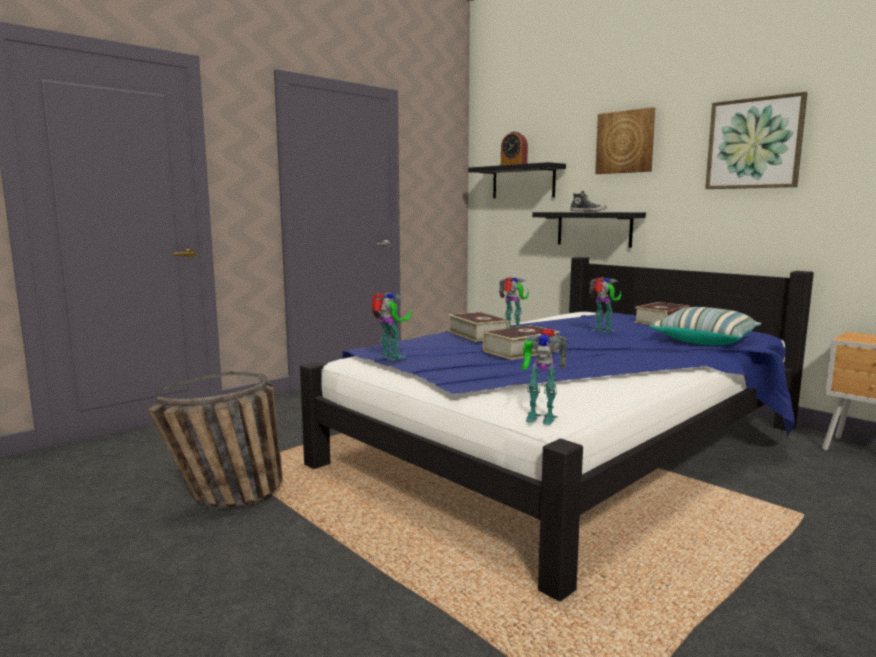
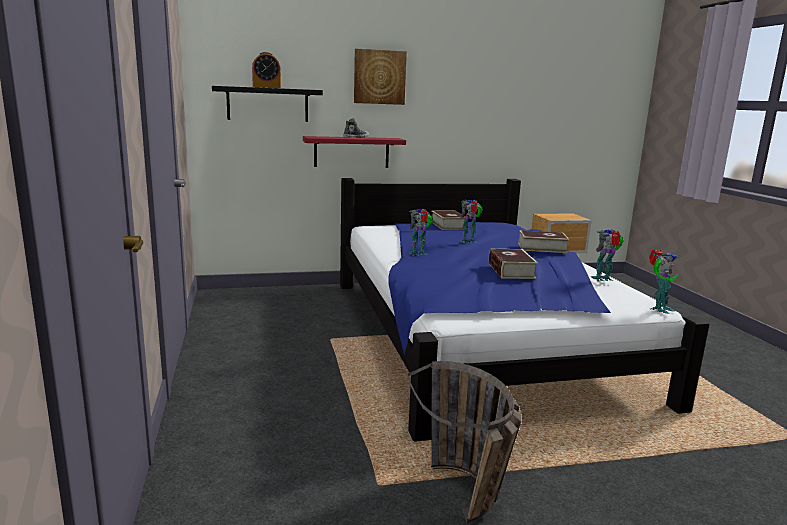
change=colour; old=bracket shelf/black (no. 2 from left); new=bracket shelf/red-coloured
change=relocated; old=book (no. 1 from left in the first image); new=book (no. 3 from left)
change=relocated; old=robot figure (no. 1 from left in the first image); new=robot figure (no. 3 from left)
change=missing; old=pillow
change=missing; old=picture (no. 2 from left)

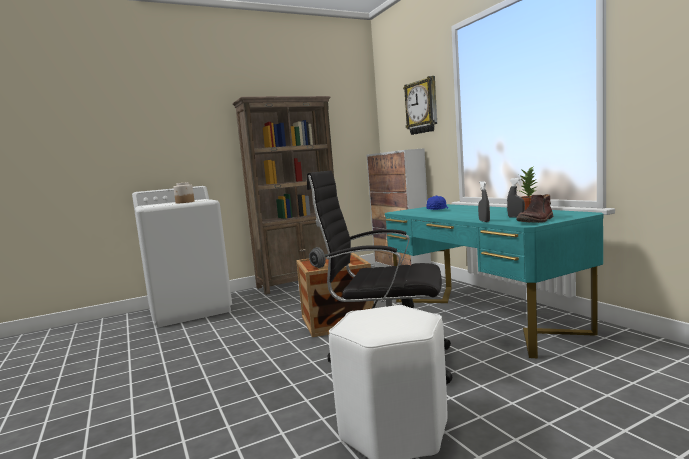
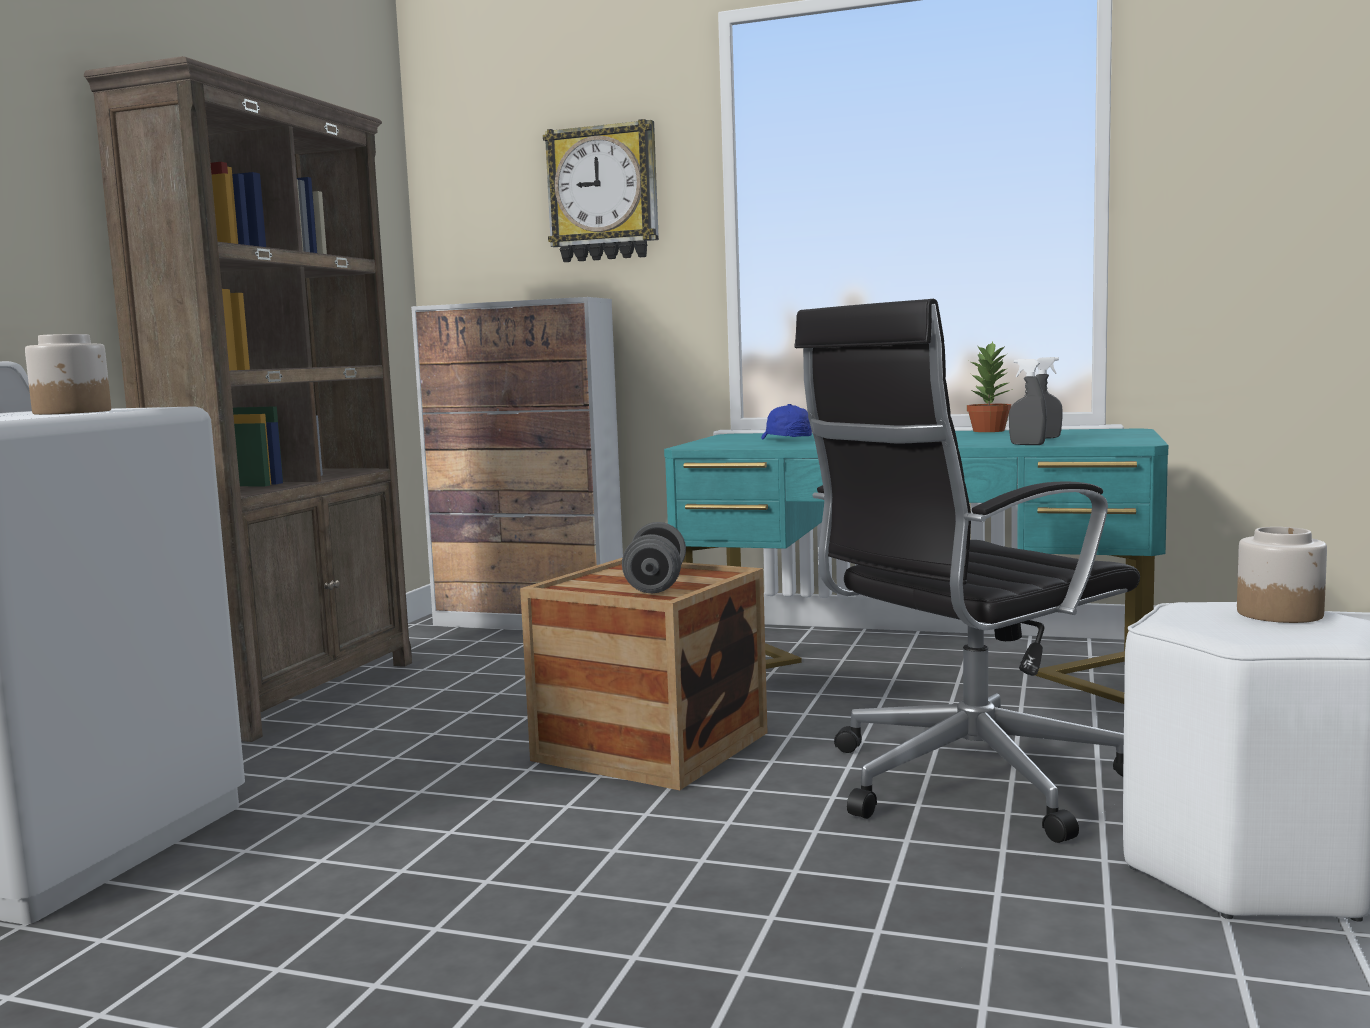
change=appeared; new=storage jar (no. 2 from left)
change=missing; old=boot/brown-coloured

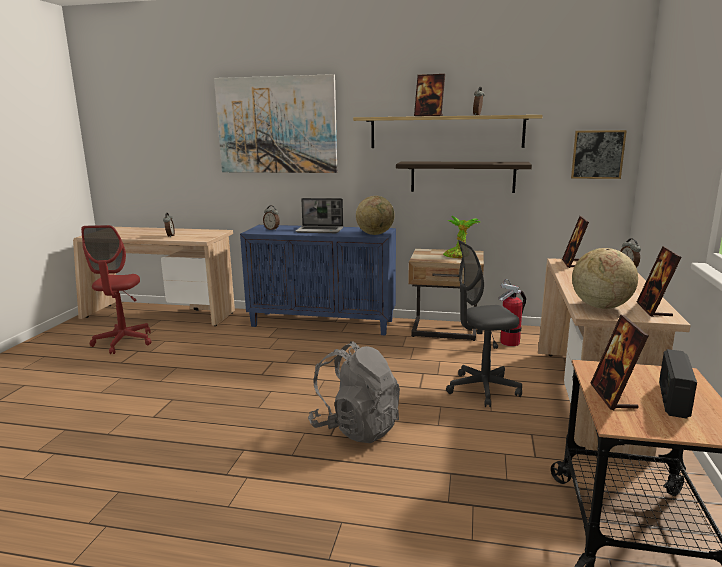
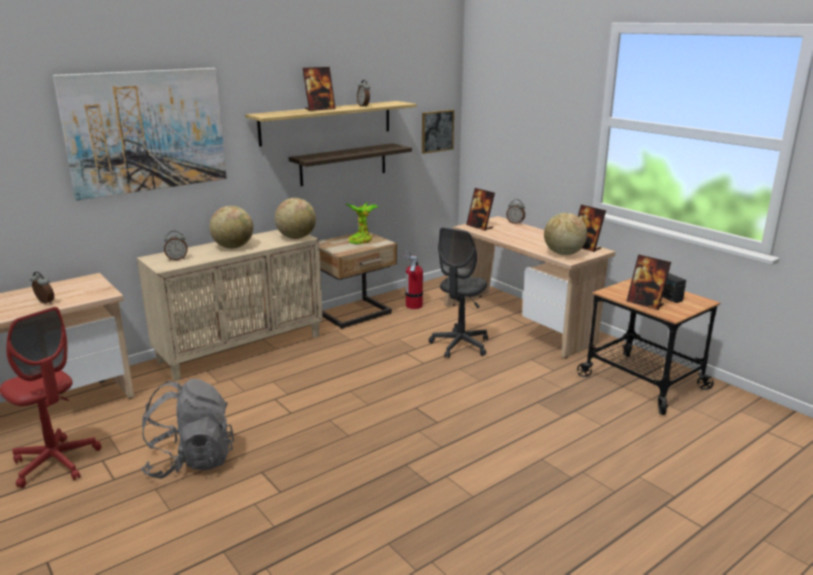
change=colour; old=storage cabinet/blue-coloured; new=storage cabinet/beige
change=relocated; old=rucksack/greyish
change=exchanged; old=portable computer; new=world globe (no. 1 from left)

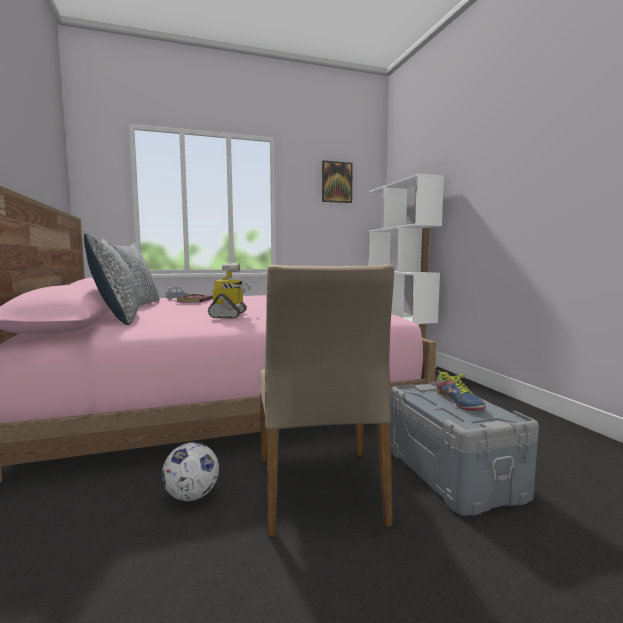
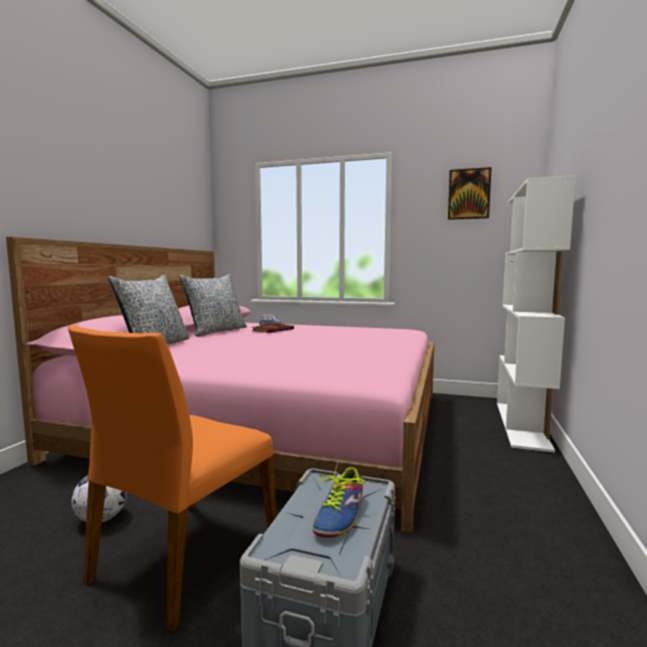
change=colour; old=upright chair/beige; new=upright chair/orange-coloured
change=missing; old=robot figure

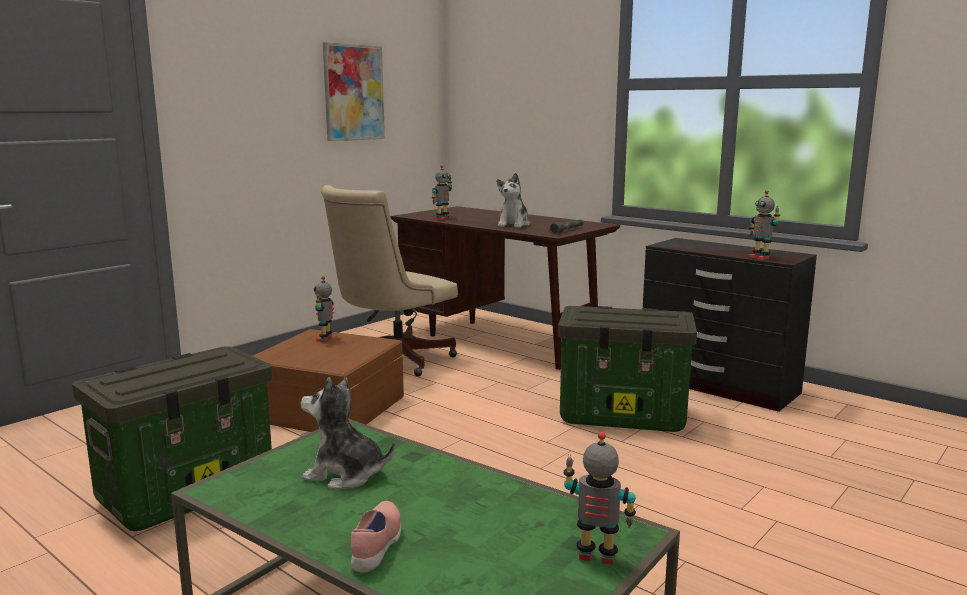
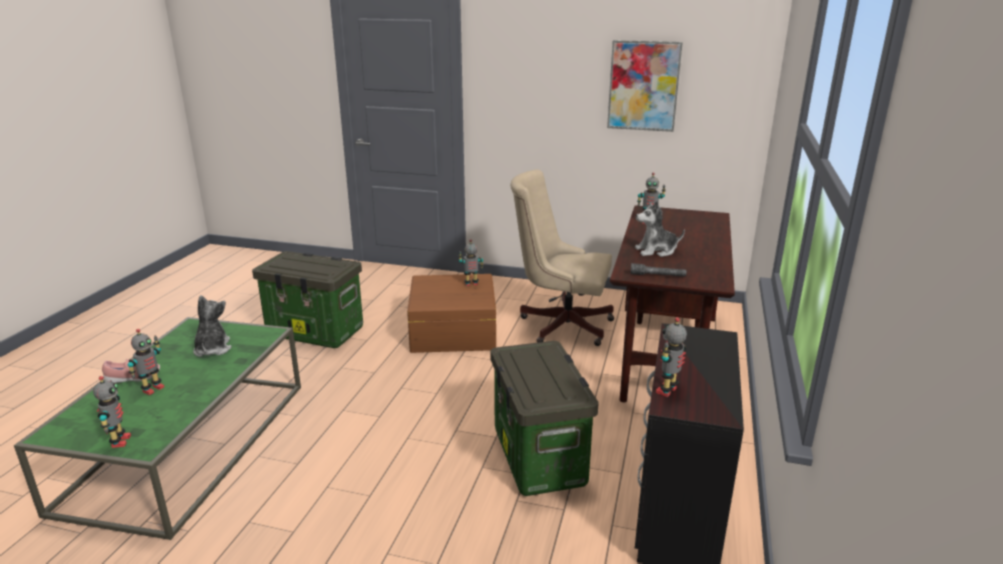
change=appeared; new=robot figure (no. 2 from left)

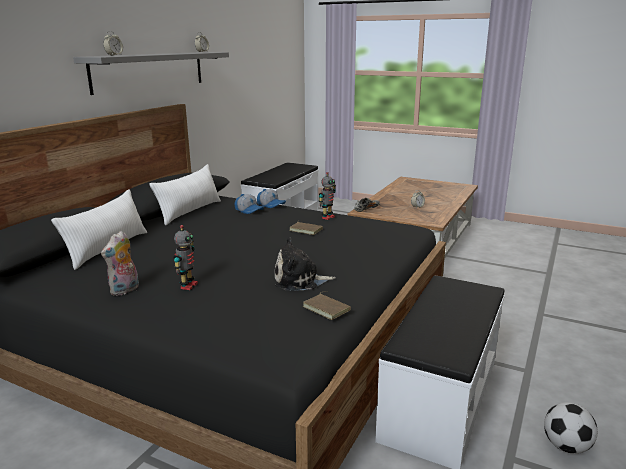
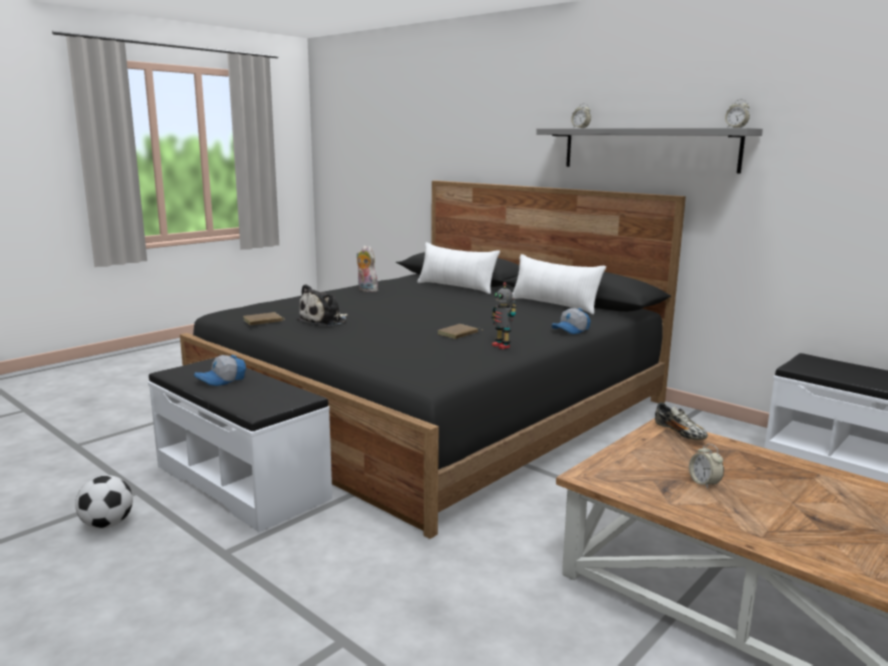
change=relocated; old=cap (no. 1 from left)
change=spun; old=plush toy (no. 2 from left in the first image); degrees=-150
change=missing; old=robot figure (no. 1 from left)

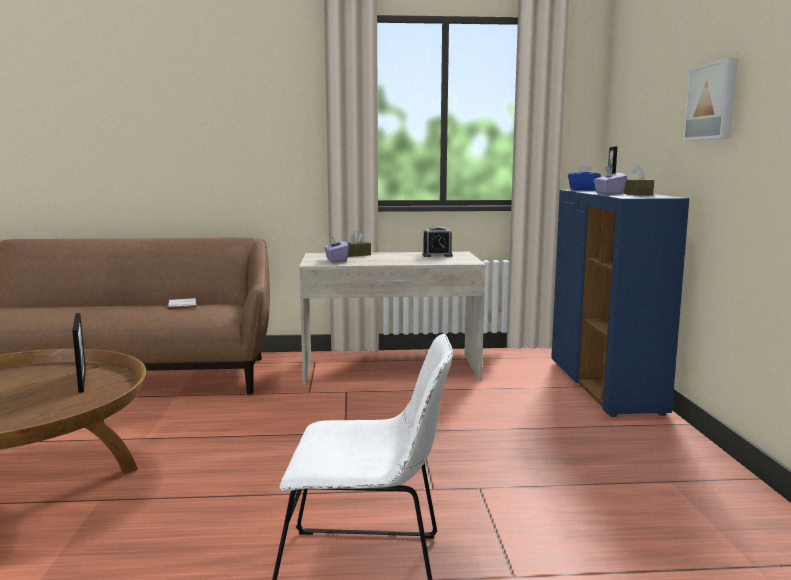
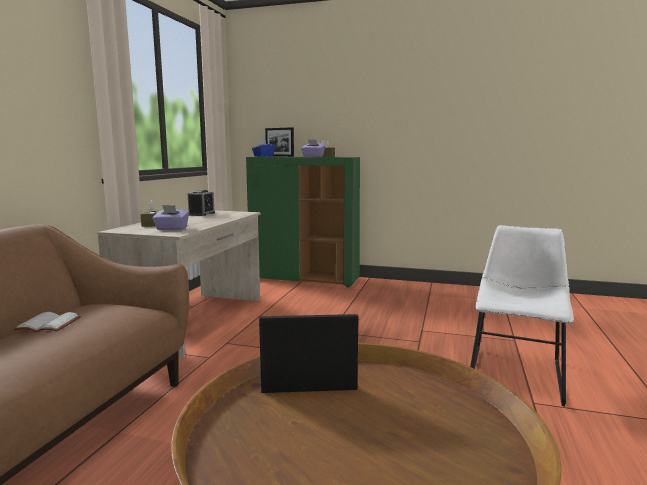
change=colour; old=storage cabinet/blue-coloured; new=storage cabinet/green
change=missing; old=picture

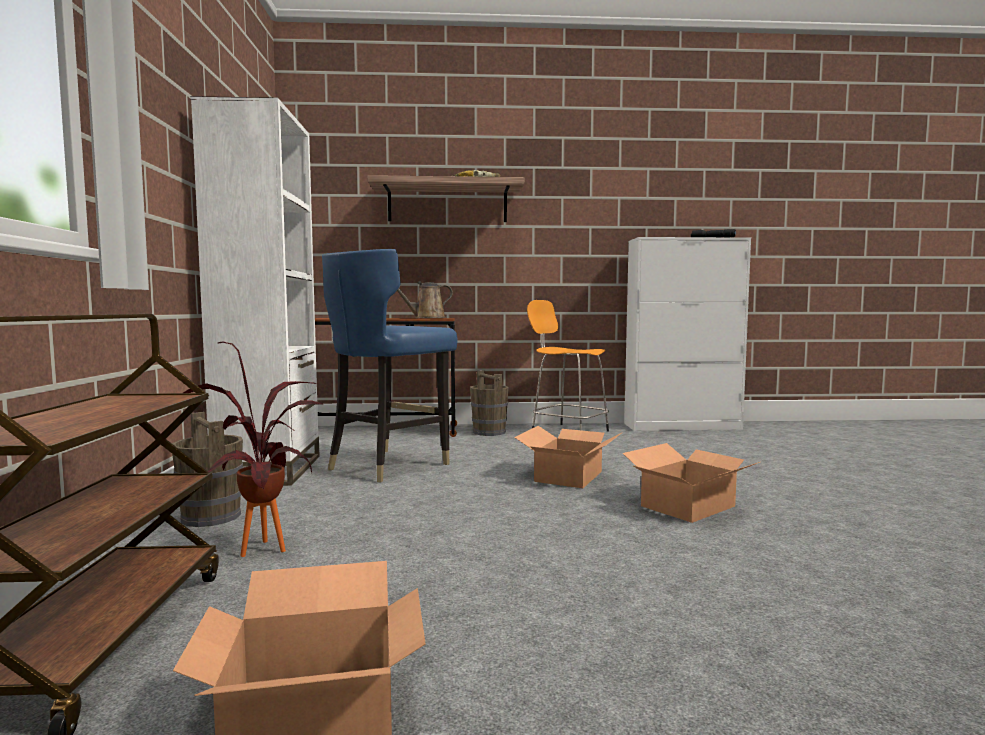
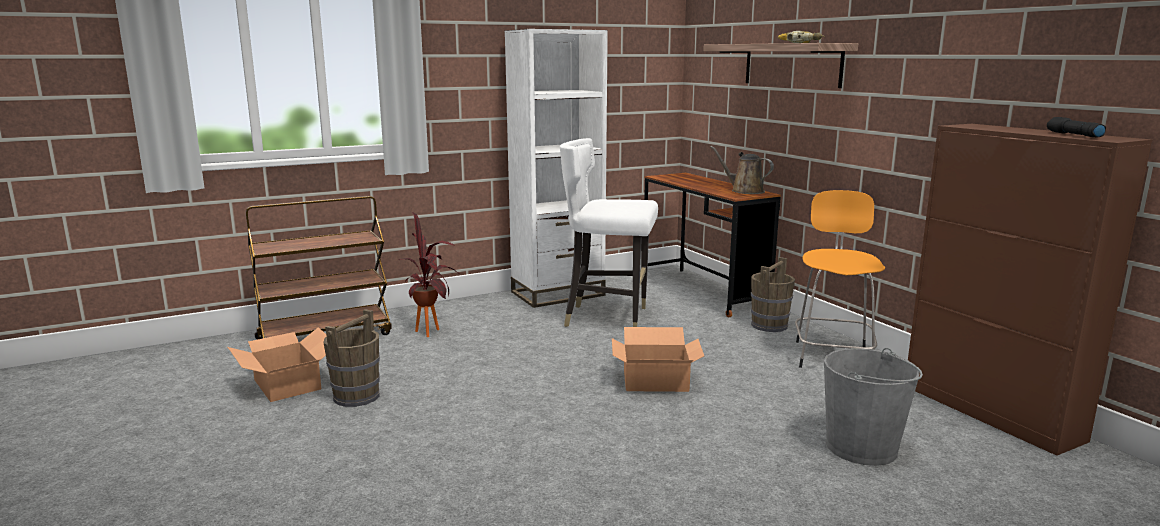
change=relocated; old=pail/brown-coloured (no. 1 from left)
change=colour; old=upright chair/blue-coloured; new=upright chair/white
change=appeared; new=pail/greyish
change=colour; old=storage cabinet/white; new=storage cabinet/brown-coloured
change=missing; old=packing box (no. 3 from left)

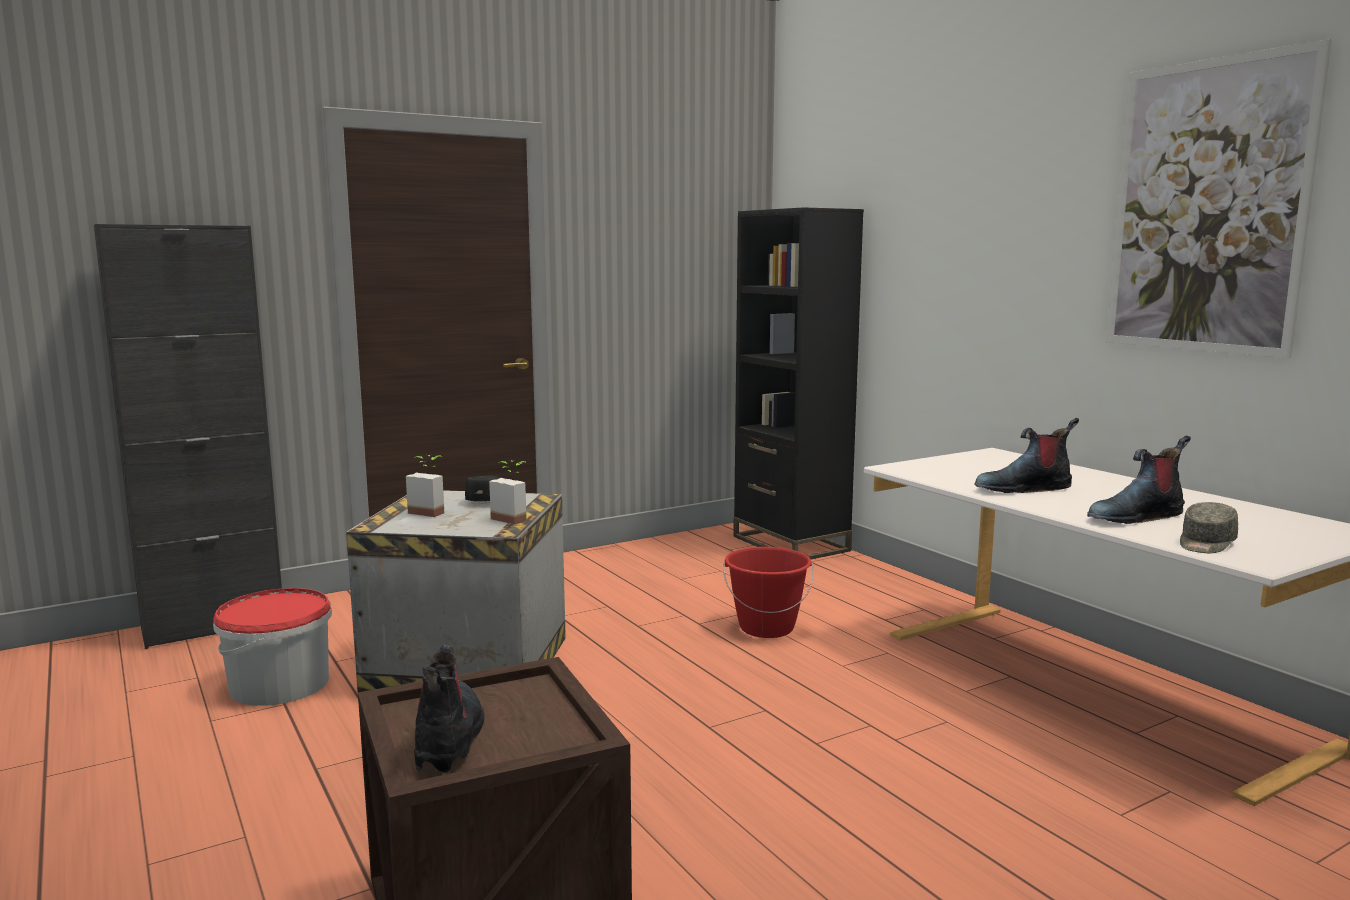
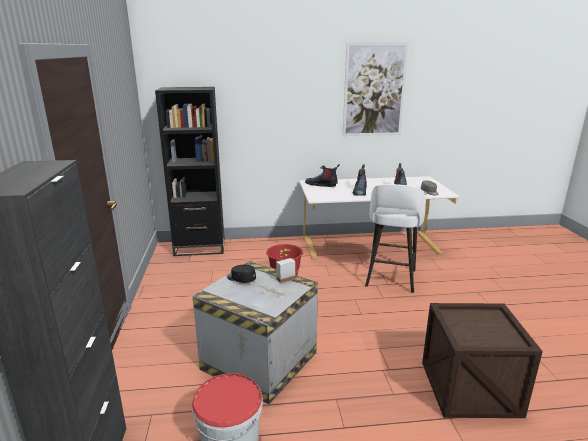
change=relocated; old=boot (no. 1 from left)
change=appeared; new=stool/white
change=missing; old=houseplant (no. 1 from left)

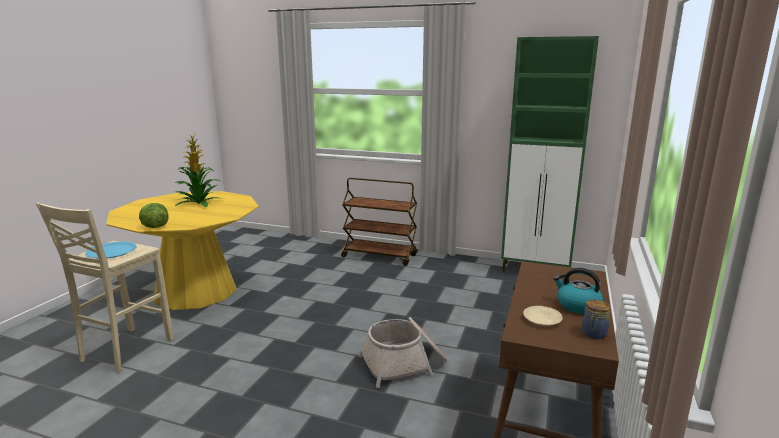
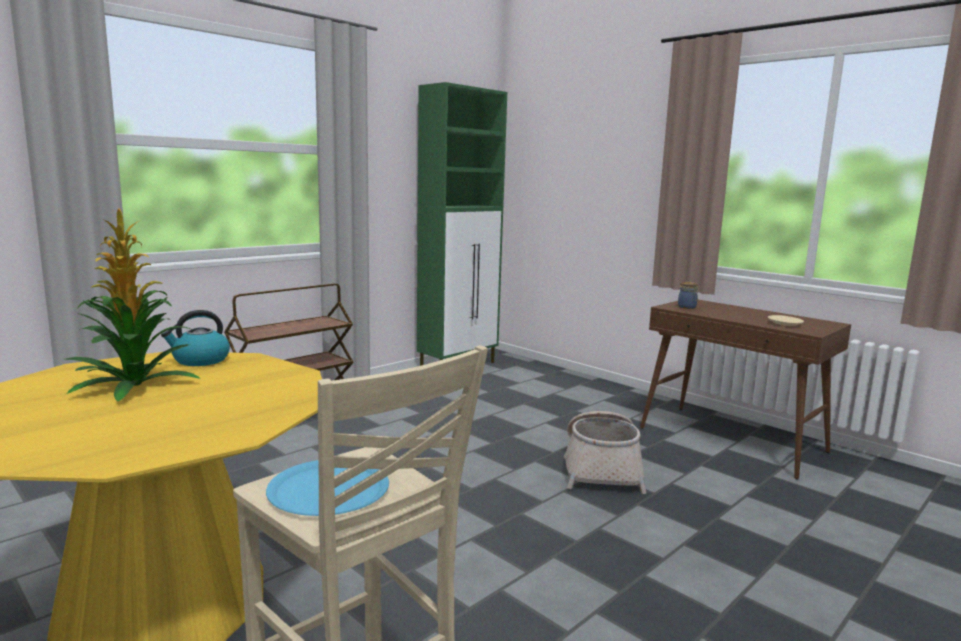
change=relocated; old=water kettle
change=relocated; old=storage jar
change=missing; old=lettuce

